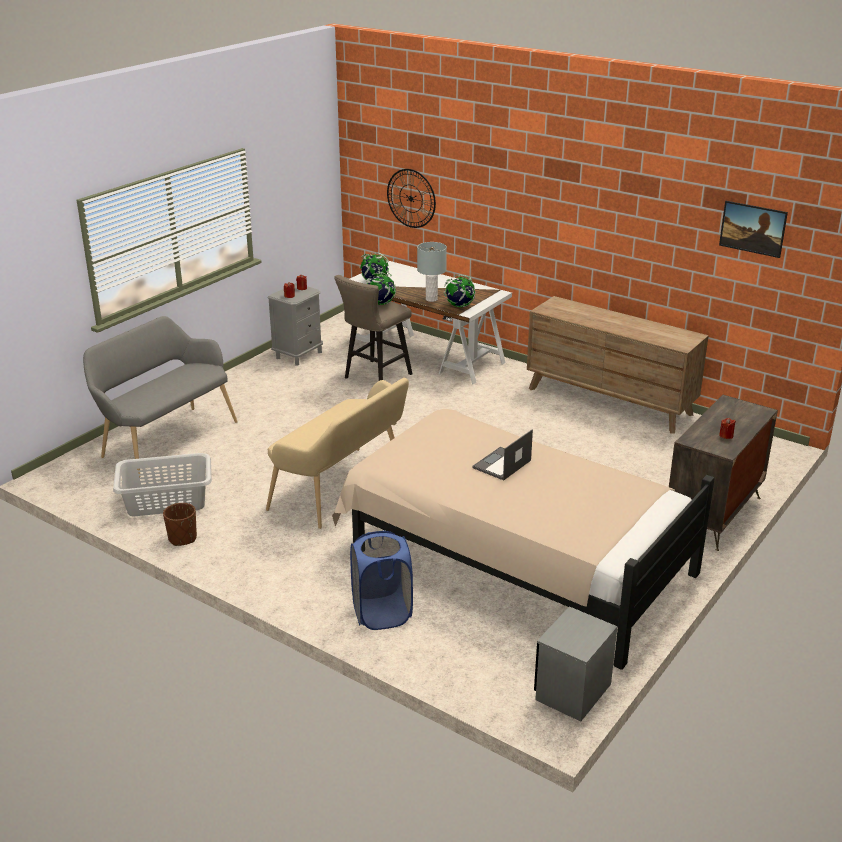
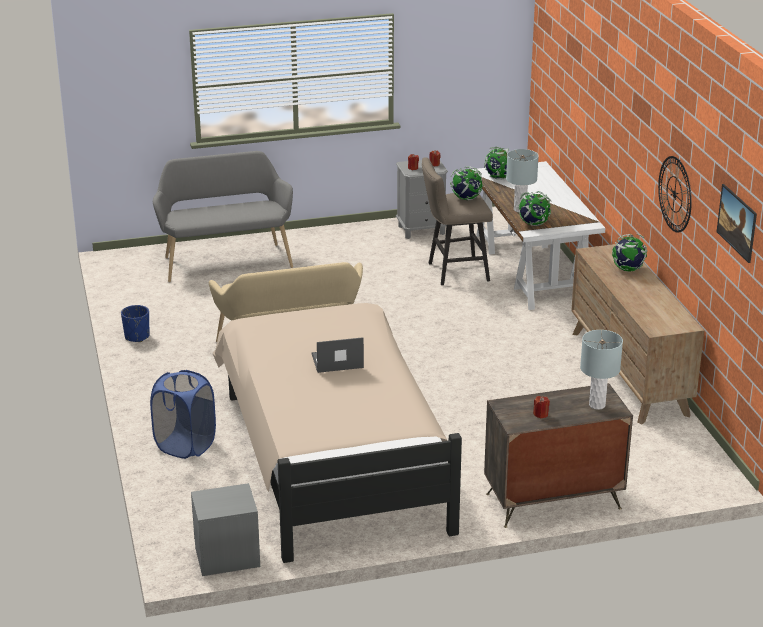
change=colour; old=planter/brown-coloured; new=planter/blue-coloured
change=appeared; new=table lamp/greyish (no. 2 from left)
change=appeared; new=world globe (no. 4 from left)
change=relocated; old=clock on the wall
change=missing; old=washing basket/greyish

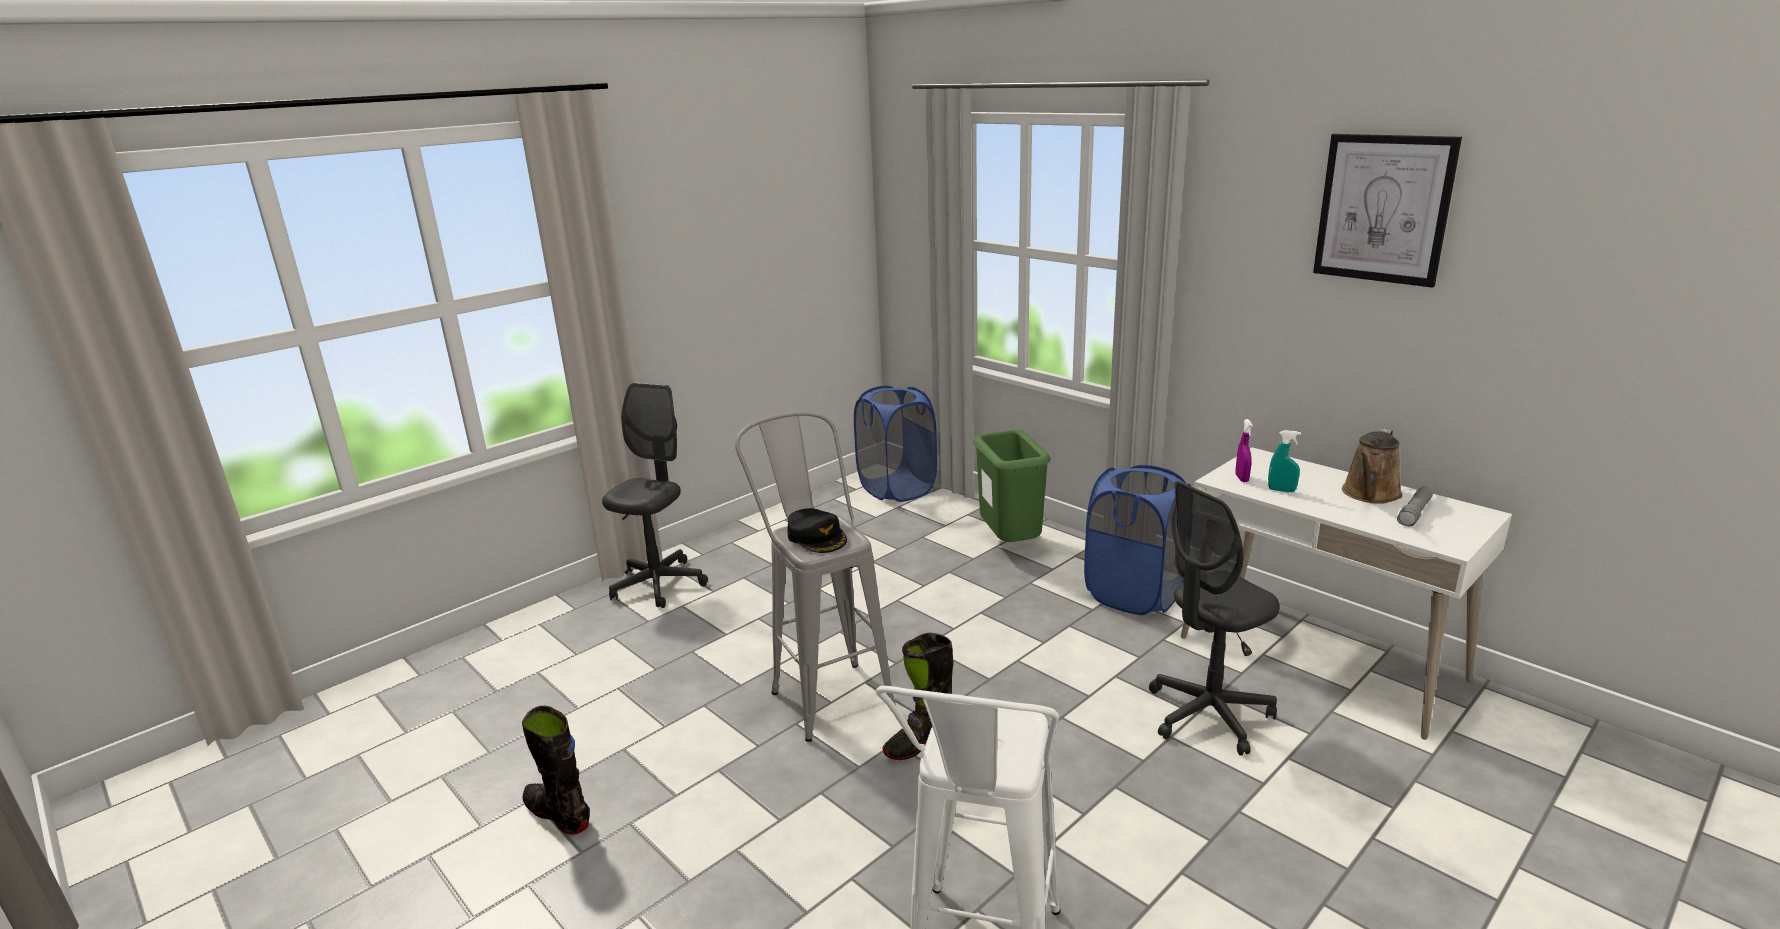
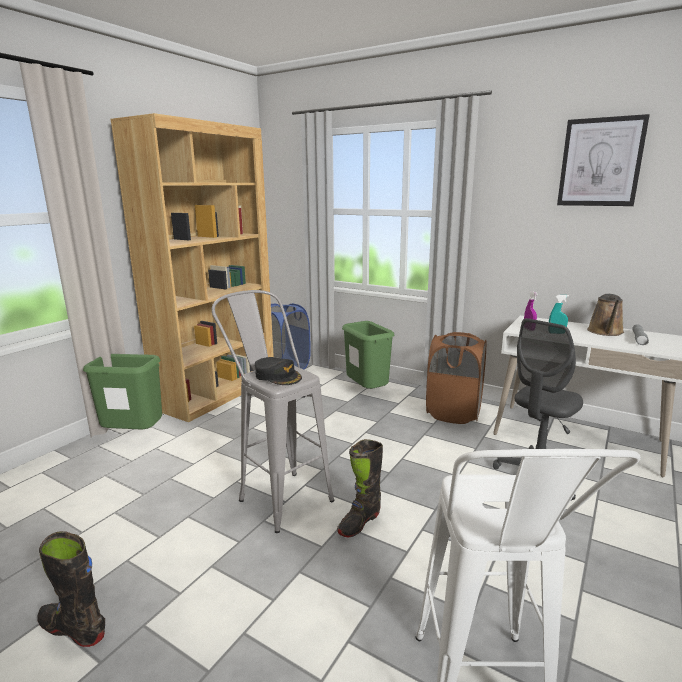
change=exchanged; old=desk chair/greyish (no. 1 from left); new=waste bin/green (no. 1 from left)
change=appeared; new=bookshelf/brown-coloured
change=colour; old=washing basket/blue-coloured (no. 2 from left); new=washing basket/brown-coloured

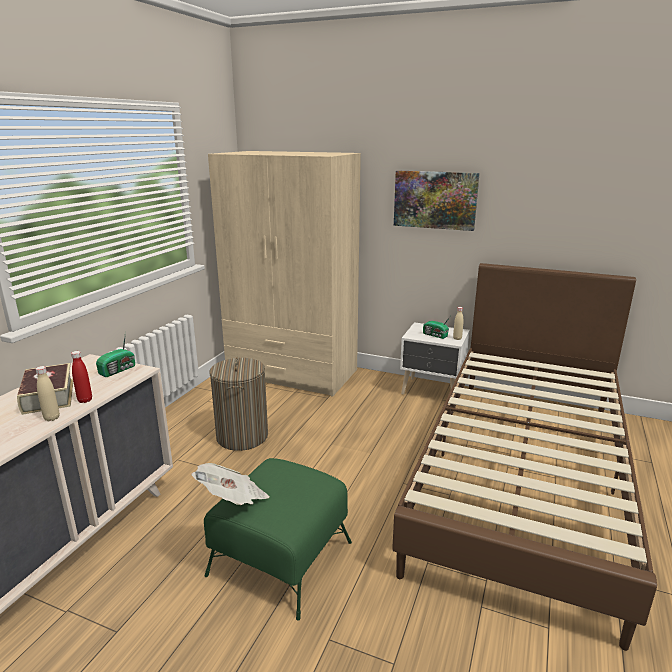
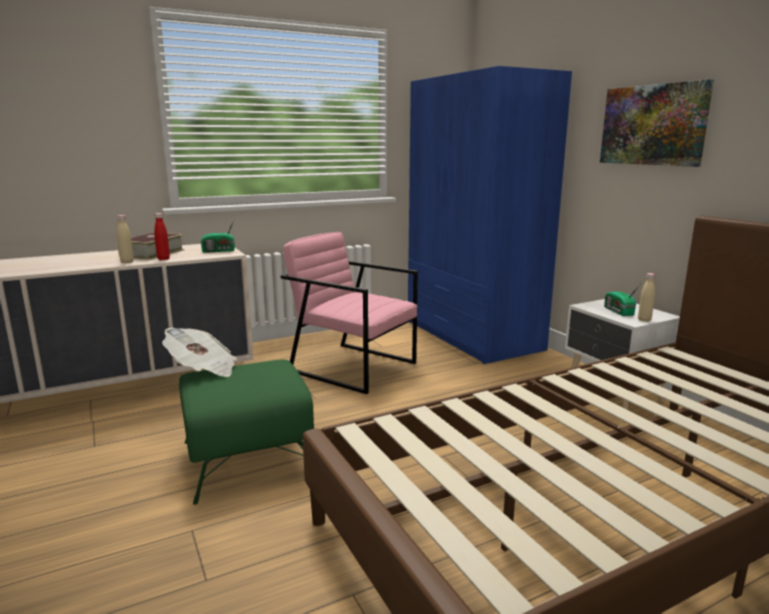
change=exchanged; old=washing basket; new=armchair/pinkish
change=colour; old=wardrobe/beige; new=wardrobe/blue-coloured

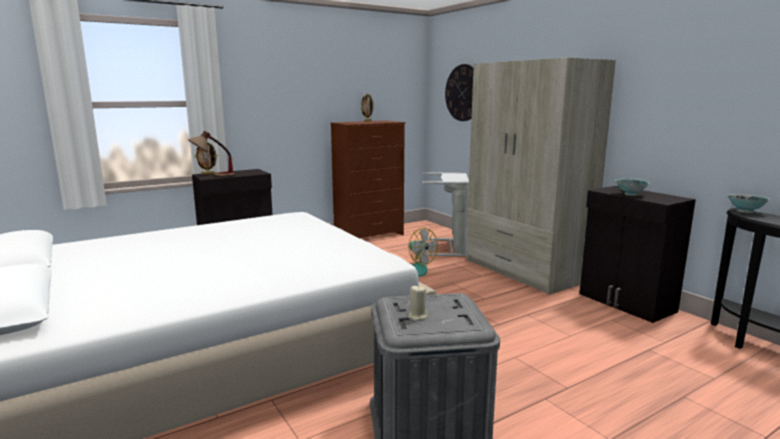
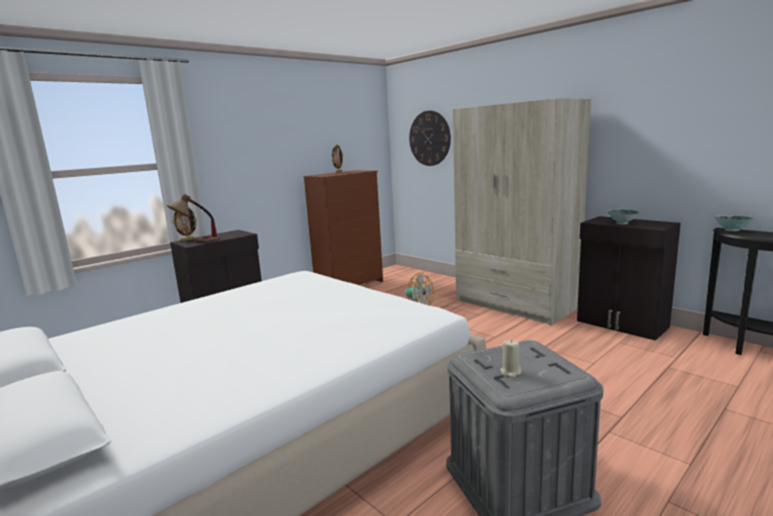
change=missing; old=washing basket/greyish

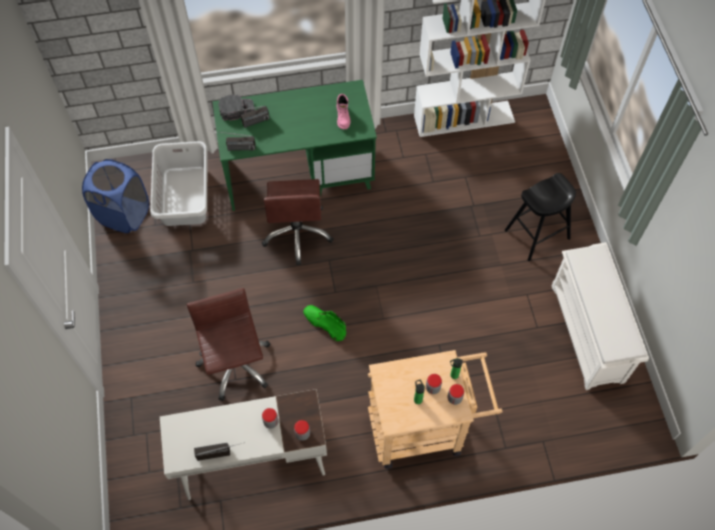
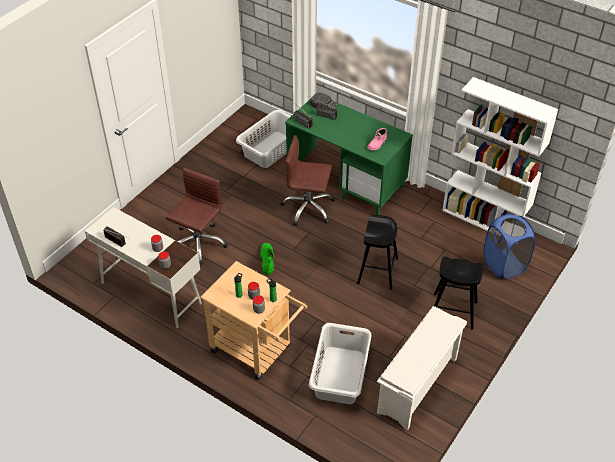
change=spun; old=desk chair/brown-coloured (no. 2 from left); degrees=60
change=appeared; new=washing basket/greyish (no. 2 from left)
change=appeared; new=stool/black (no. 1 from left)
change=relocated; old=washing basket/blue-coloured

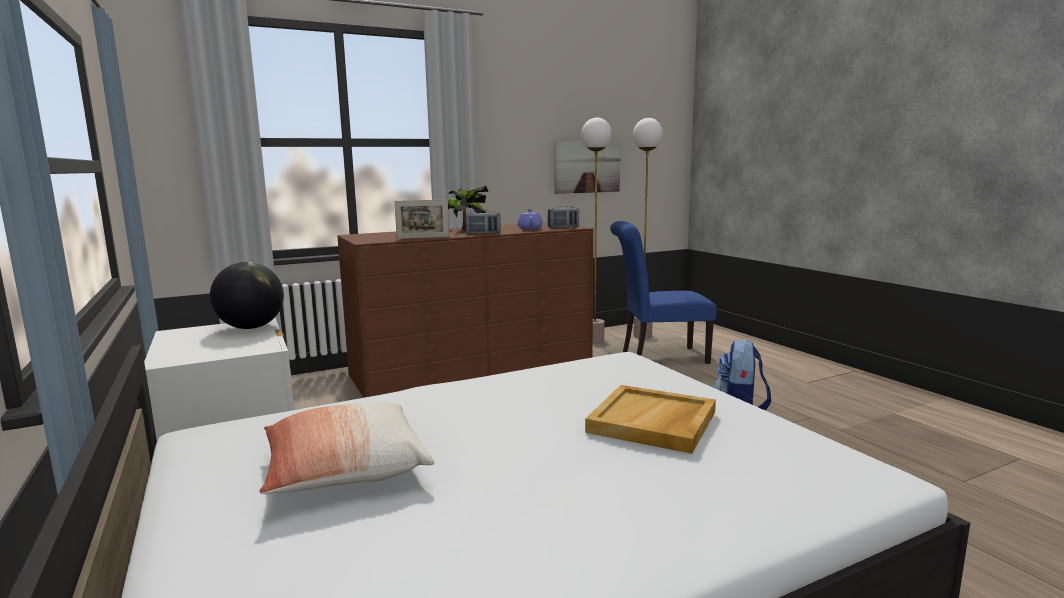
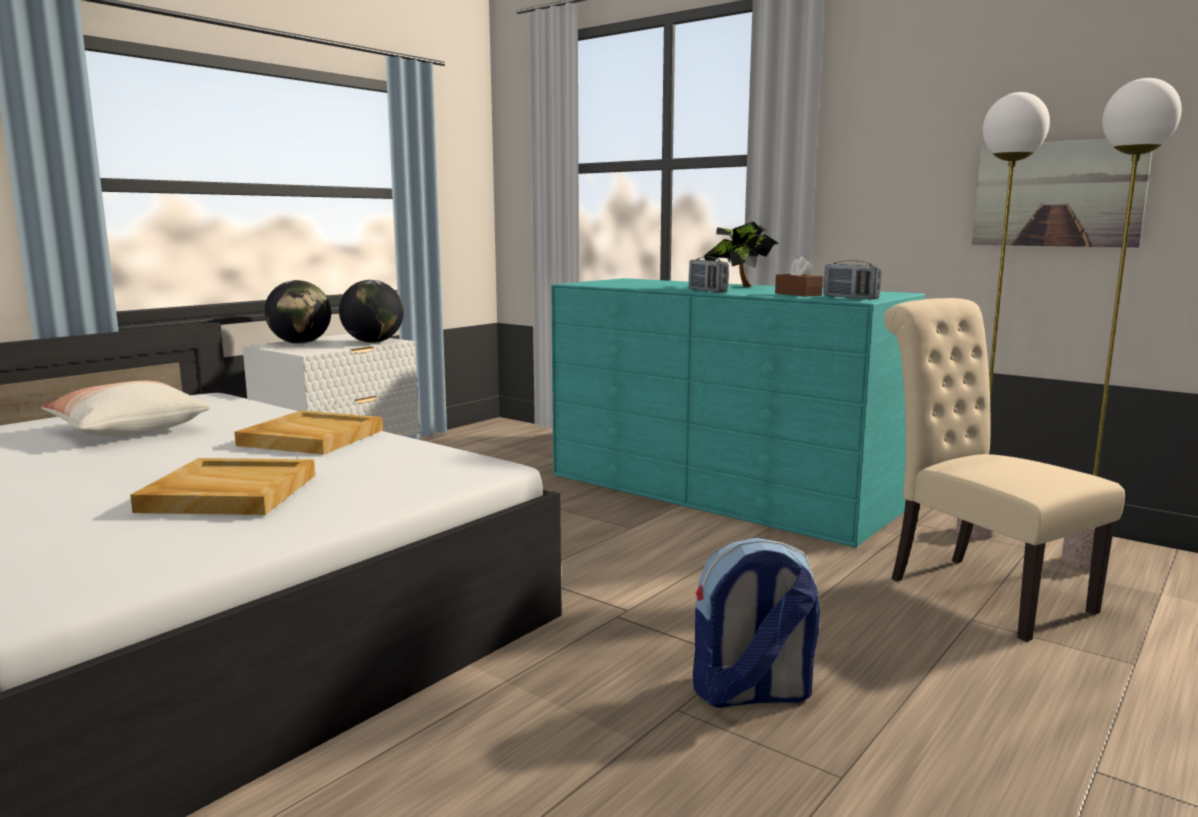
change=appeared; new=carrying tray/beige (no. 2 from left)
change=appeared; new=world globe (no. 1 from left)
change=colour; old=drawer chest/brown-coloured; new=drawer chest/turquoise-coloured
change=exchanged; old=teapot/purple-coloured; new=tissue box/brown-coloured
change=colour; old=upright chair/blue-coloured; new=upright chair/beige
change=missing; old=standing frame

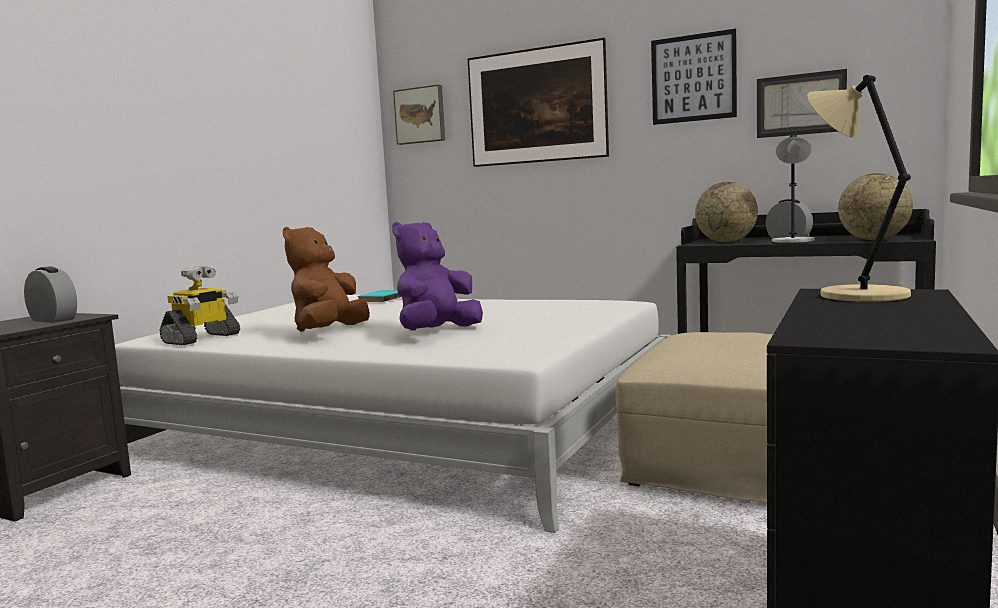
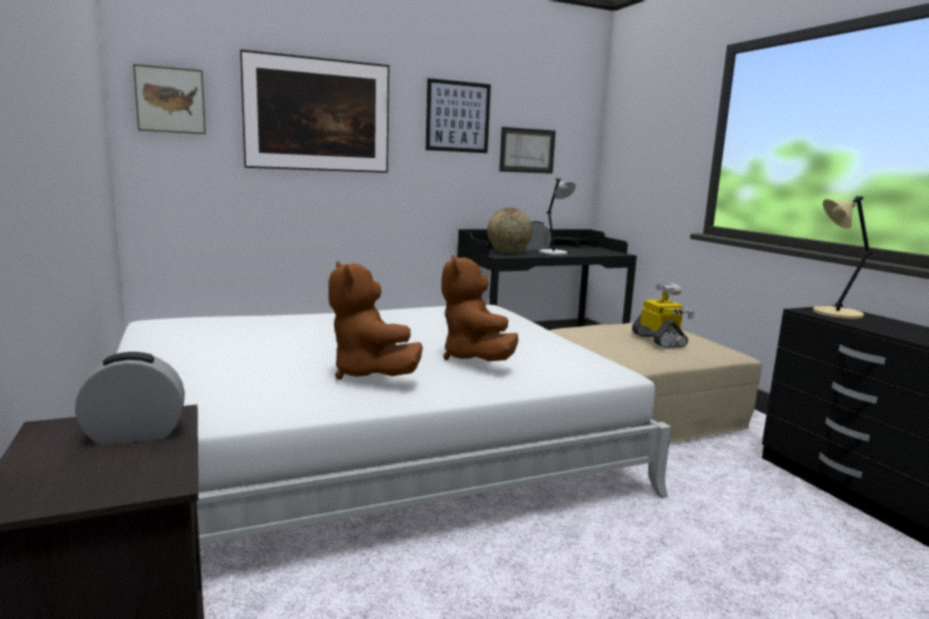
change=colour; old=plush toy/purple-coloured; new=plush toy/brown-coloured (no. 2 from left)
change=relocated; old=robot figure
change=missing; old=book/turquoise-coloured
change=missing; old=world globe (no. 2 from left)

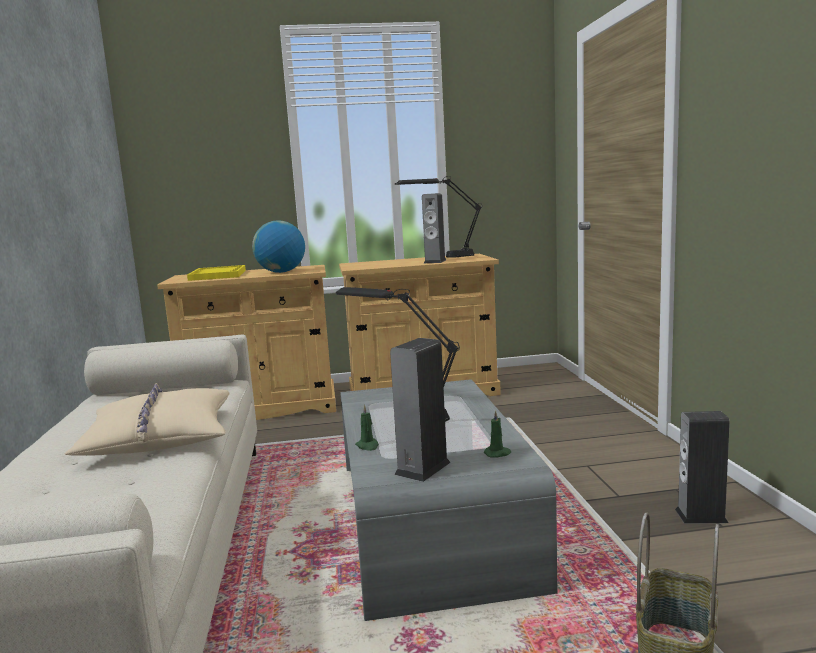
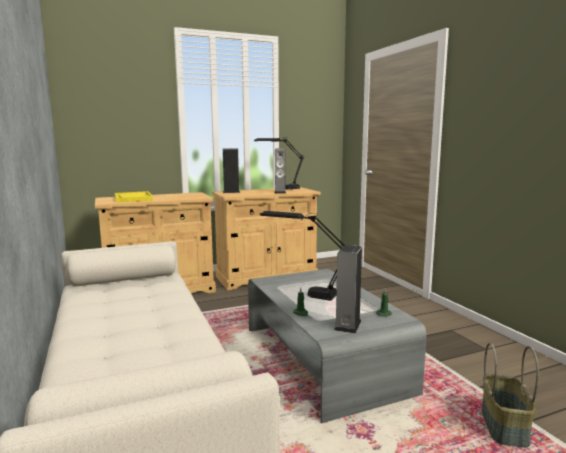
change=relocated; old=speaker (no. 3 from left in the first image); new=speaker (no. 1 from left)
change=missing; old=pillow/beige
change=missing; old=world globe

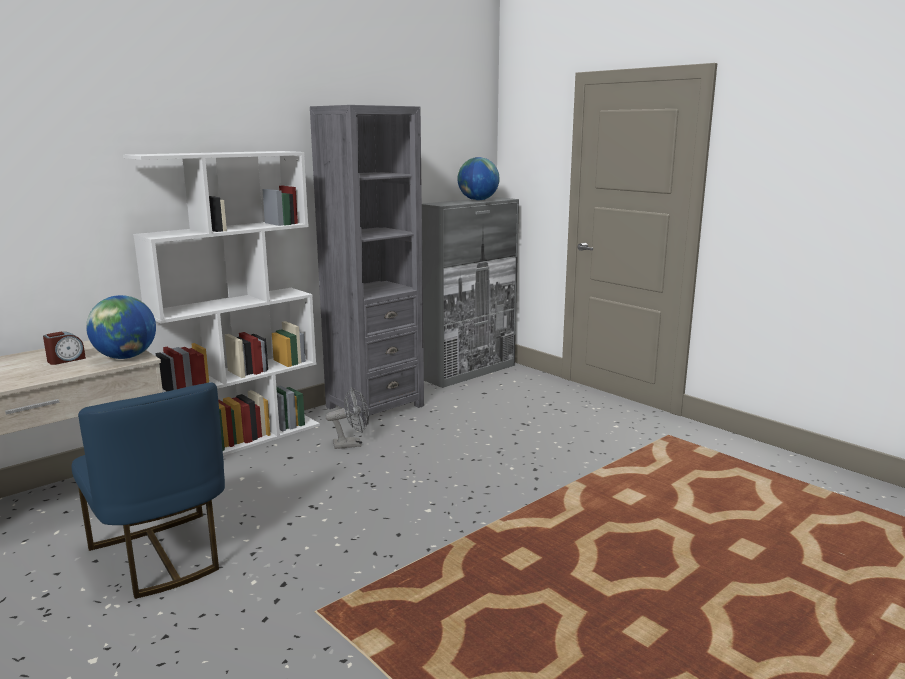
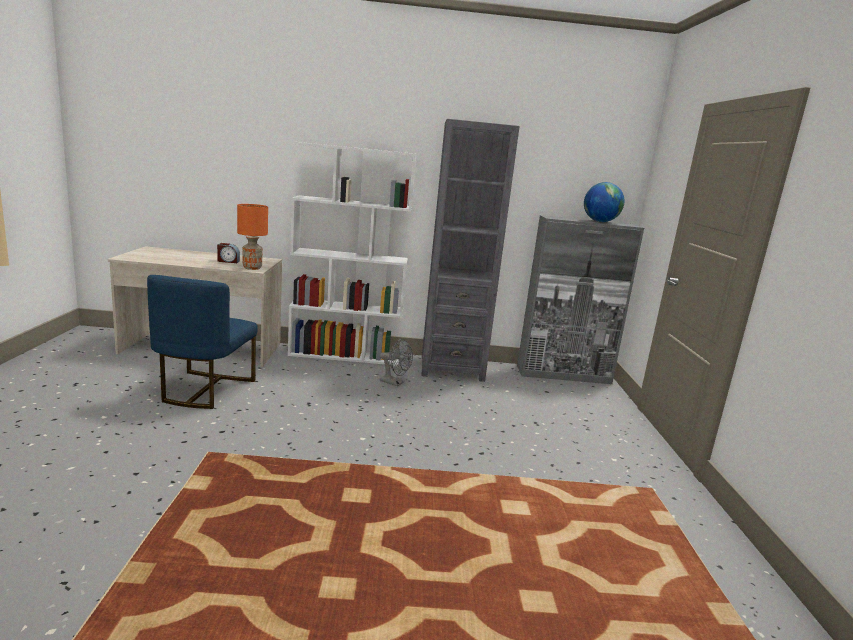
change=exchanged; old=world globe (no. 1 from left); new=table lamp/orange-coloured

